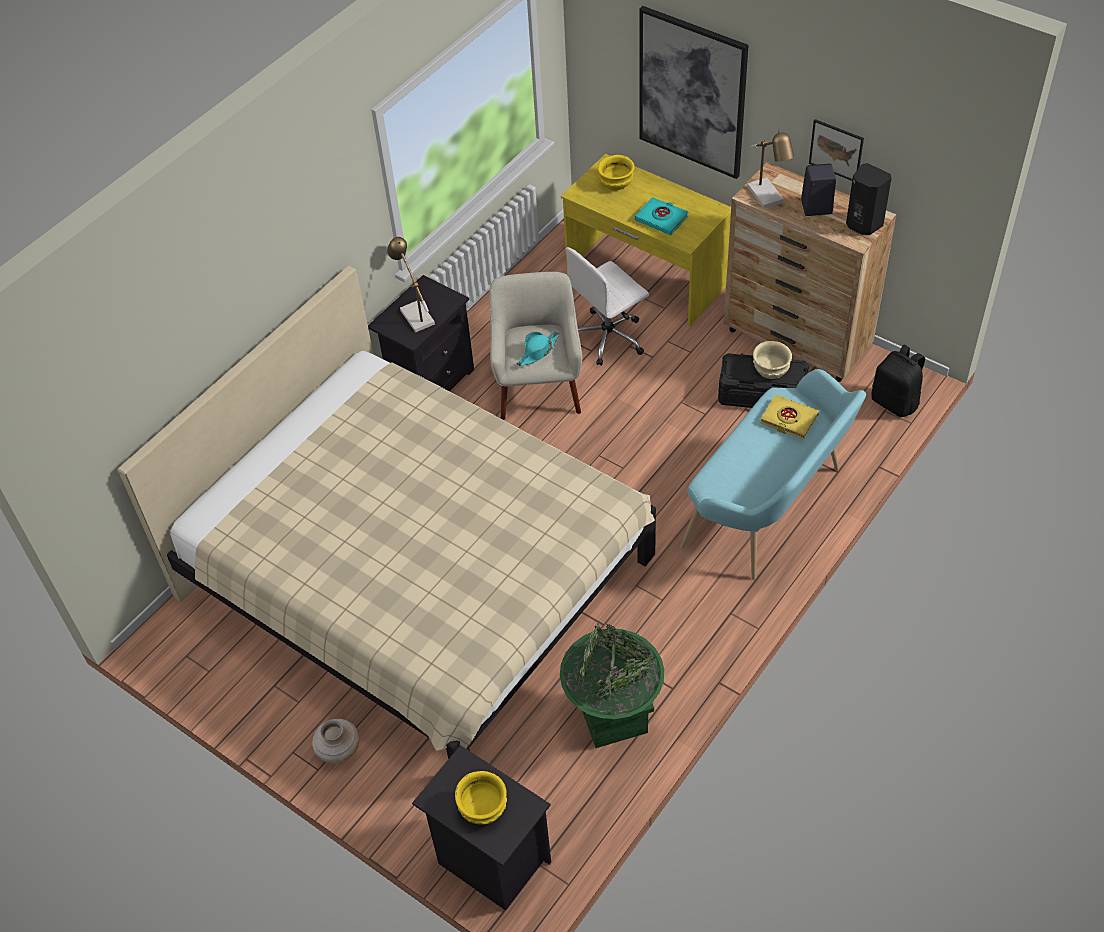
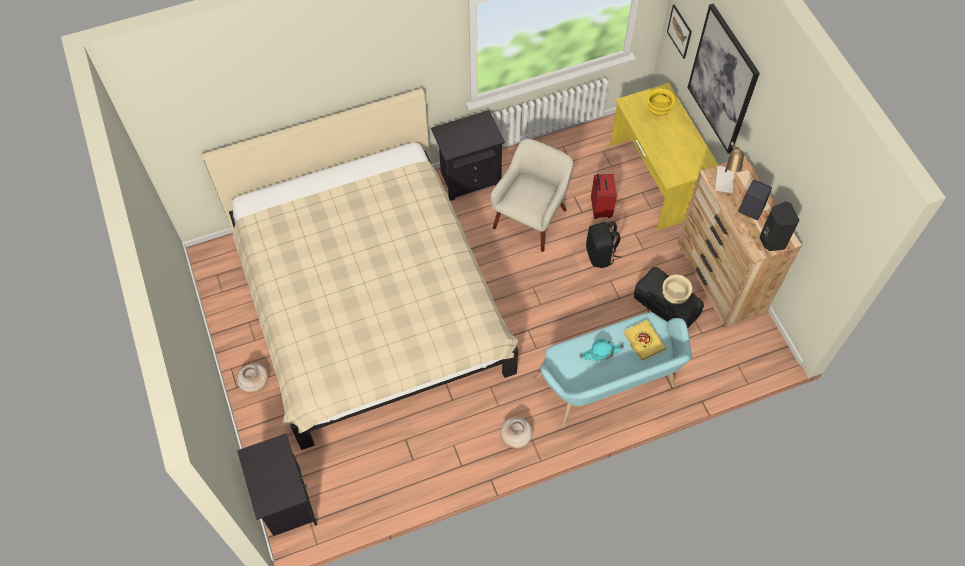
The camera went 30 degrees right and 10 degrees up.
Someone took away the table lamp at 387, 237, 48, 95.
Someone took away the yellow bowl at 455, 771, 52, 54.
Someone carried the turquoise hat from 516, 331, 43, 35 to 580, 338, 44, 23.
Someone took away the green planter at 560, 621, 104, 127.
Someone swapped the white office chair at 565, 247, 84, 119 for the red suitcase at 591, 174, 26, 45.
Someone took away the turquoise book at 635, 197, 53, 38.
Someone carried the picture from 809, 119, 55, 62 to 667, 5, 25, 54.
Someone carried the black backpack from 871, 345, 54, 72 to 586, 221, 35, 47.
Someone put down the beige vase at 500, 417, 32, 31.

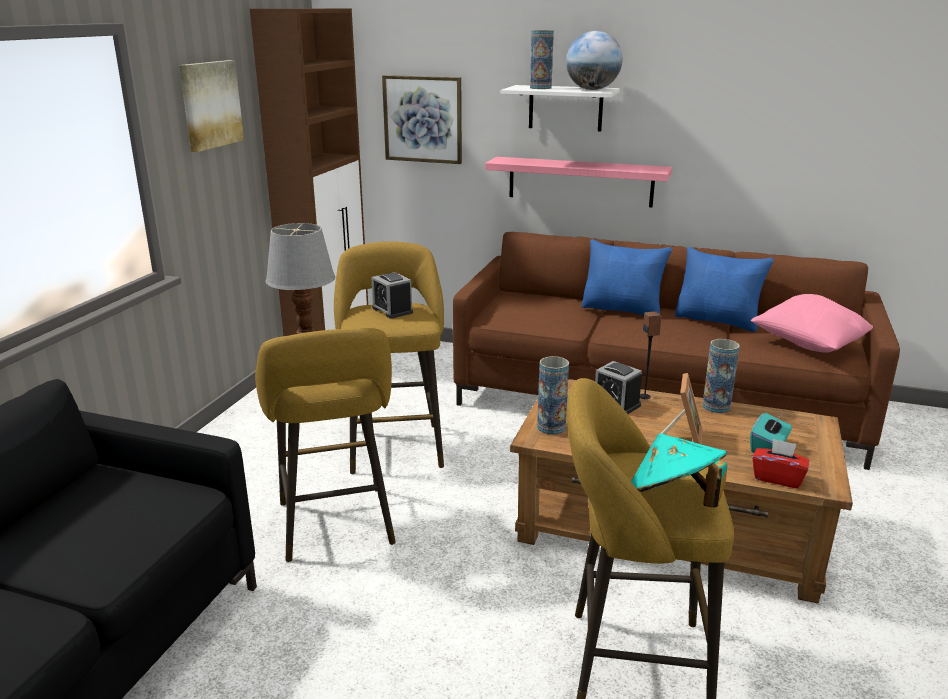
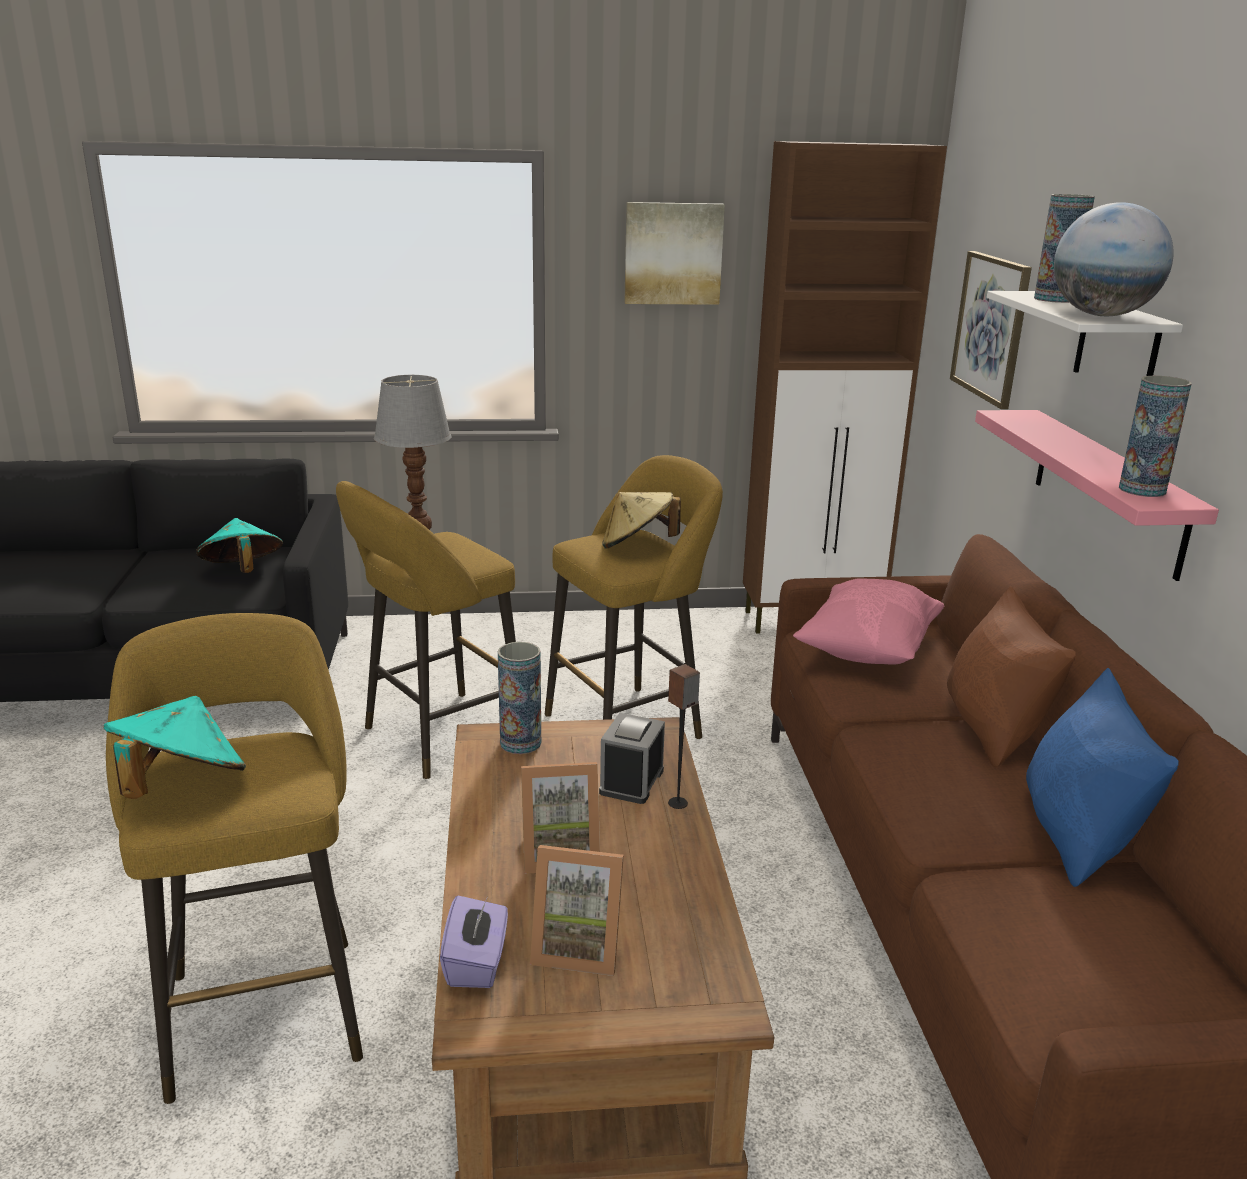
The camera went 65 degrees right and 0 degrees up.
Someone swapped the alarm clock at 371, 272, 42, 47 for the beige hat at 602, 492, 79, 57.
Someone repainted the blue pillow at 582, 240, 90, 76, which became the brown pillow at 947, 586, 129, 182.
Someone carried the vase from 702, 339, 38, 74 to 1119, 376, 72, 121.
Someone swapped the turquoise tissue box at 750, 413, 42, 40 for the picture frame at 530, 845, 94, 131.
Someone carried the pink pillow from 751, 294, 122, 59 to 793, 578, 151, 86.
Someone repainted the red tissue box at 752, 438, 57, 50, which became the purple tissue box at 440, 896, 68, 92.
Someone put down the turquoise hat at 196, 518, 87, 55.

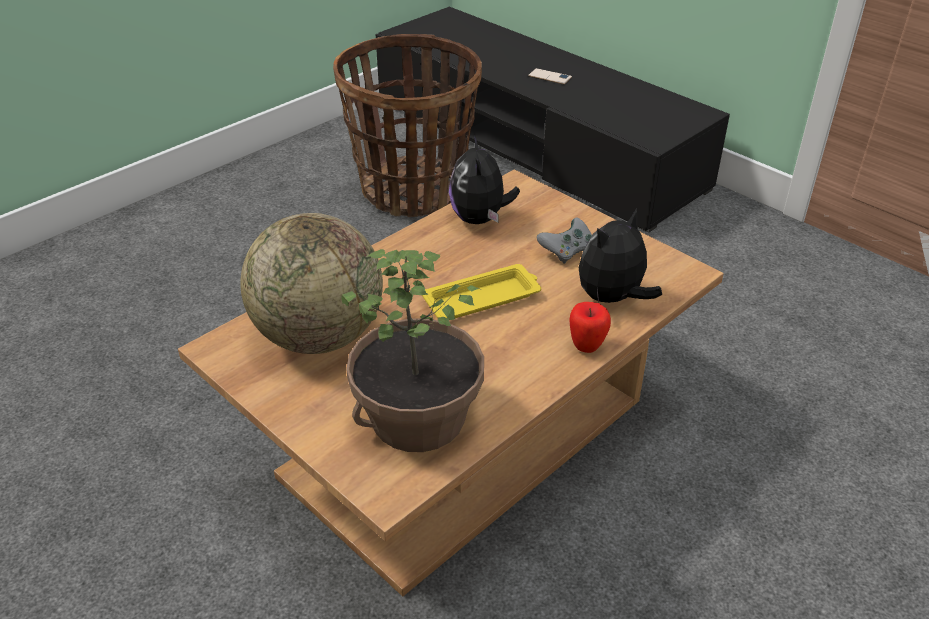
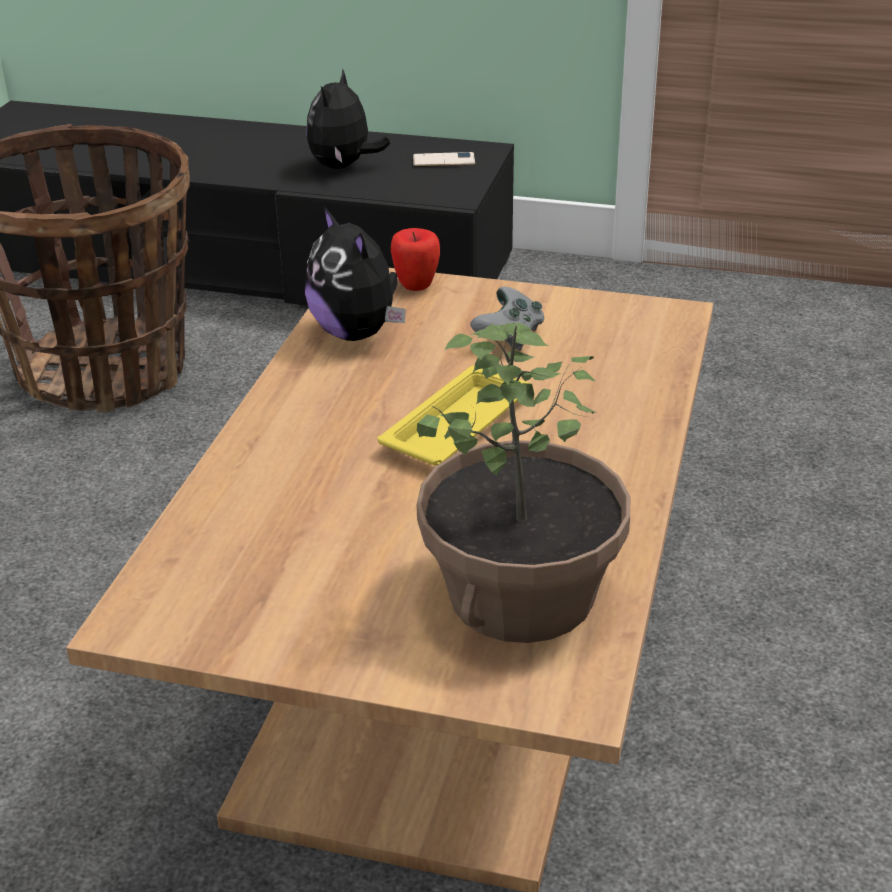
The camera went 30 degrees left and 5 degrees down.
Someone took away the globe at 240, 213, 143, 141.
Someone carried the phone from 528, 68, 44, 16 to 413, 152, 63, 15.
Someone carried the apple from 569, 302, 42, 51 to 391, 228, 49, 63.
Someone carried the plush toy from 579, 208, 83, 95 to 306, 69, 84, 100.

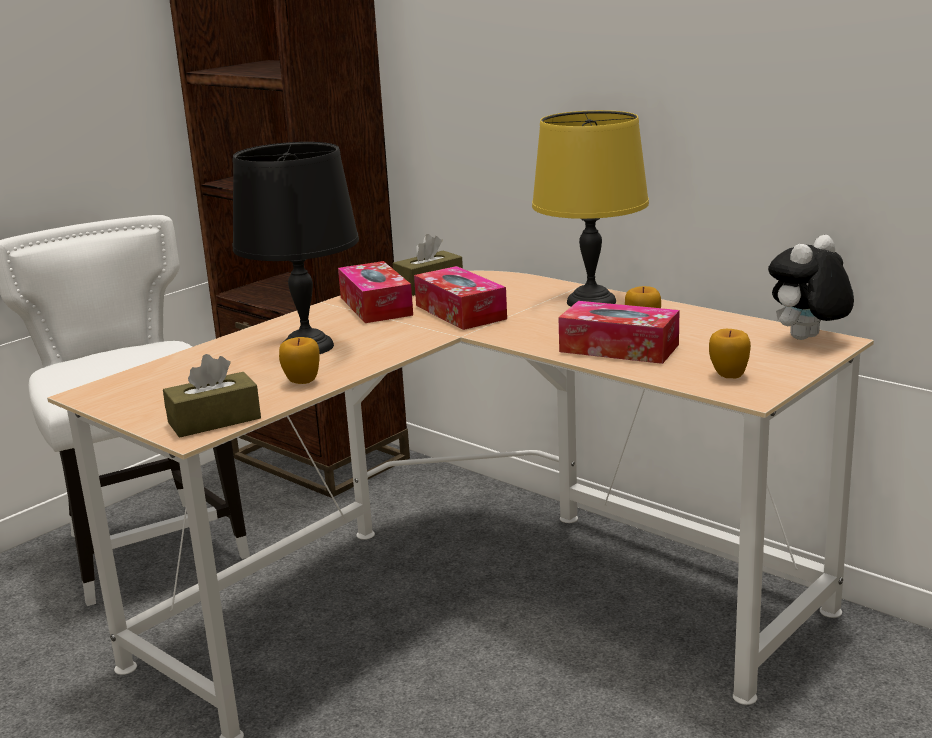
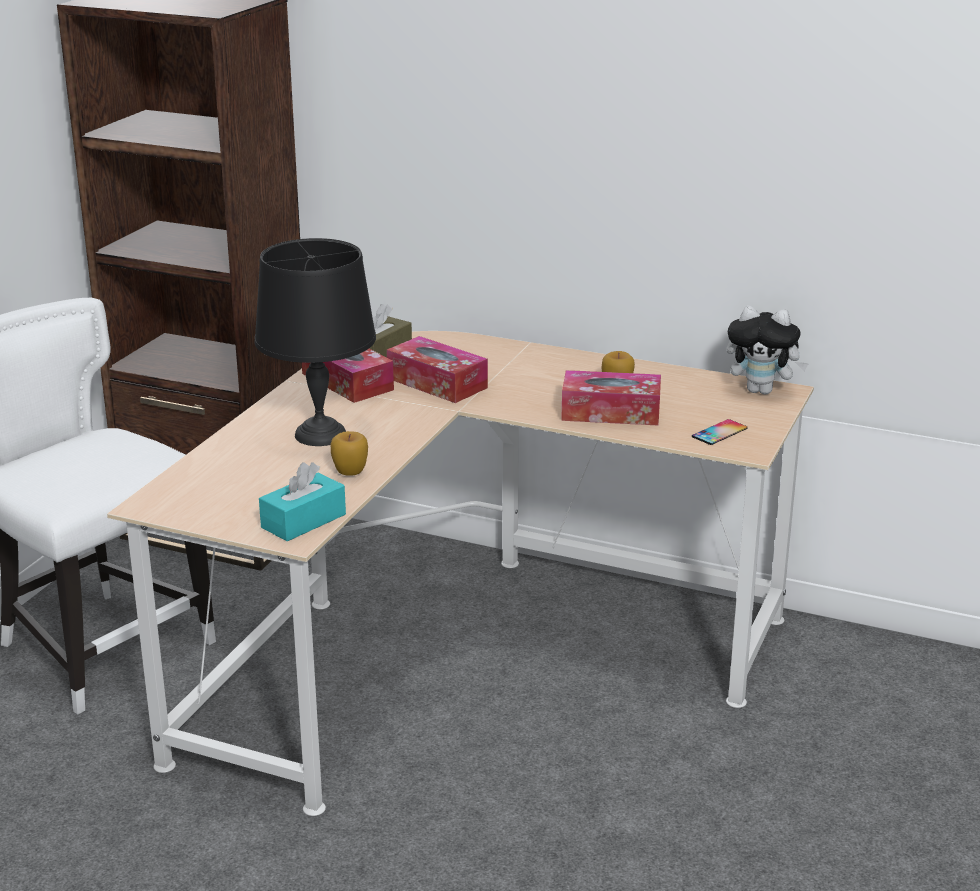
The camera went 20 degrees left and 5 degrees up.
Someone repainted the brown tissue box at 163, 354, 98, 83, which became the turquoise tissue box at 259, 462, 87, 79.
Someone took away the yellow table lamp at 532, 110, 117, 196.
Someone swapped the apple at 709, 329, 42, 50 for the phone at 692, 419, 56, 26.
Someone rotated the plush toy at 768, 235, 86, 105 by 105 degrees counterclockwise.

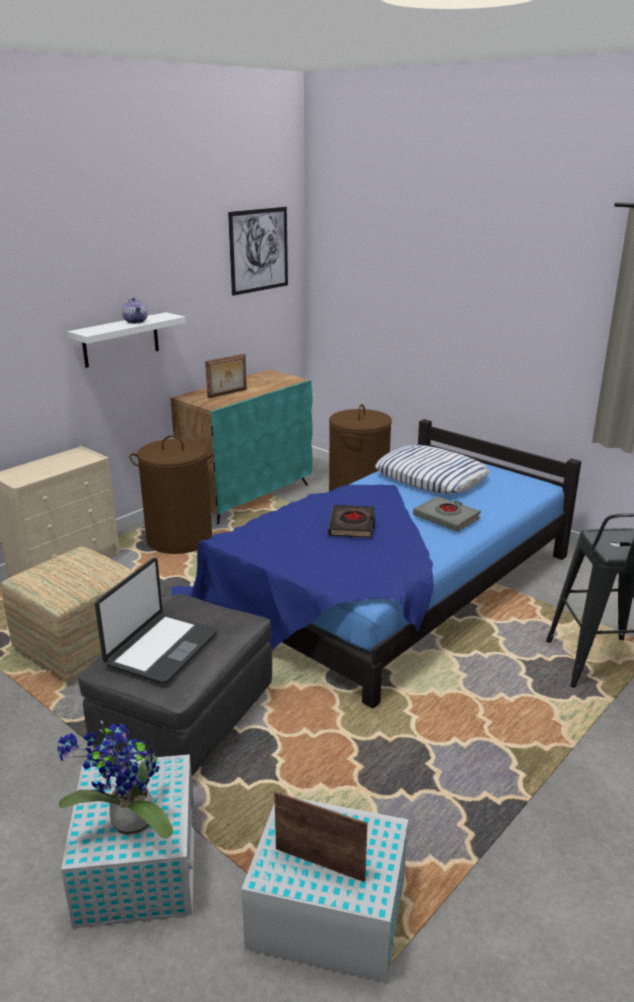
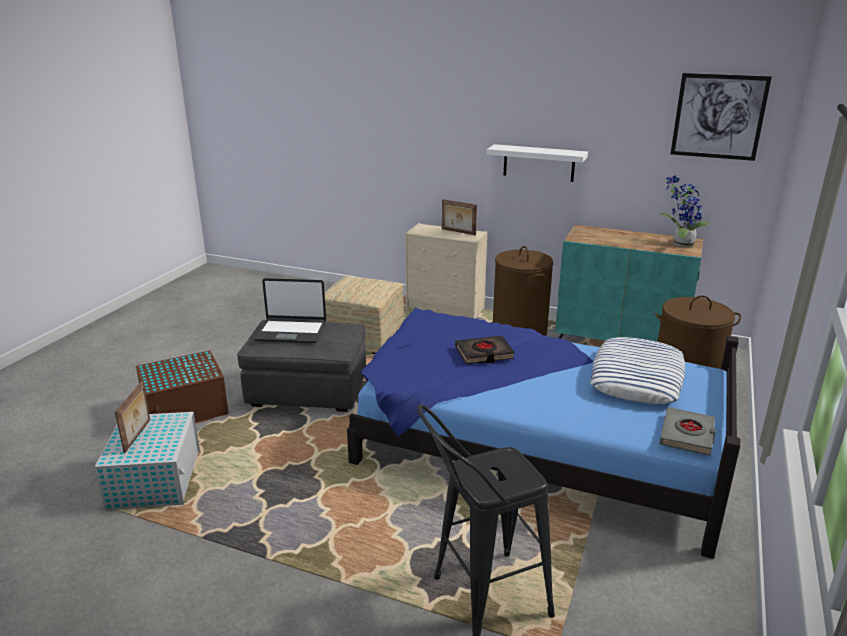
The camera went 70 degrees right and 0 degrees up.
Someone carried the potted plant from 57, 721, 116, 118 to 659, 175, 52, 72.
Someone repainted the white storage box at 61, 754, 134, 175, which became the brown storage box at 136, 350, 93, 73.
Someone took away the teapot at 122, 297, 25, 27.
Someone carried the picture frame from 205, 354, 42, 44 to 442, 199, 35, 36.
Someone carried the grey book from 413, 496, 68, 36 to 659, 407, 57, 49.

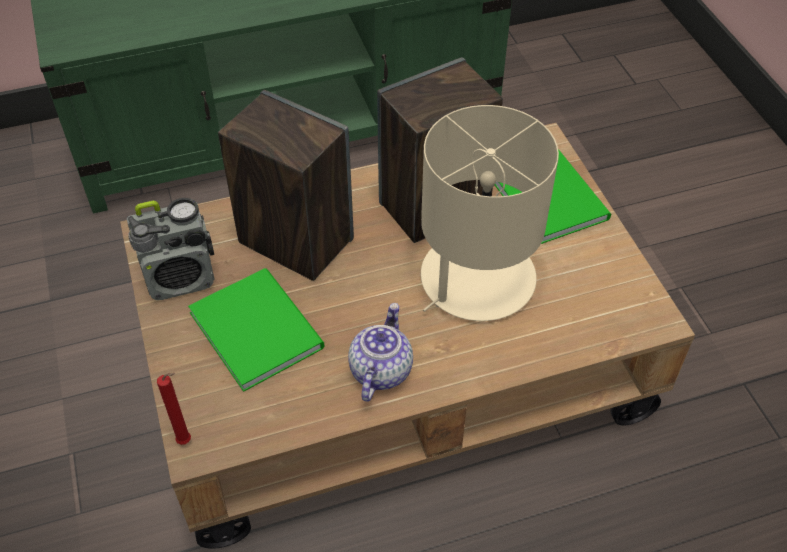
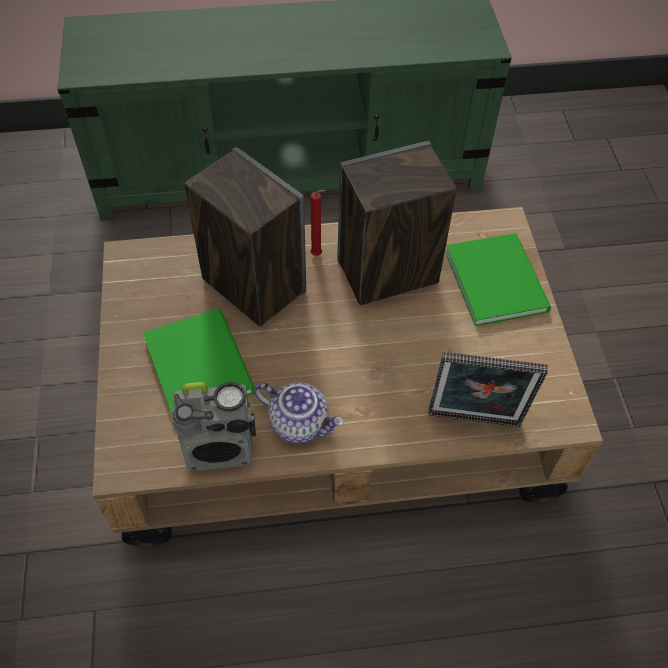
The camera went 10 degrees right and 5 degrees up.
Someone carried the radio from 127, 198, 88, 102 to 171, 382, 85, 89.
Someone carried the red candle from 157, 373, 34, 72 to 311, 190, 15, 66.
Someone rotated the teapot at 348, 303, 65, 99 by 90 degrees clockwise.
Someone took away the beige table lamp at 421, 105, 138, 216.
Someone put down the picture frame at 428, 352, 120, 75.

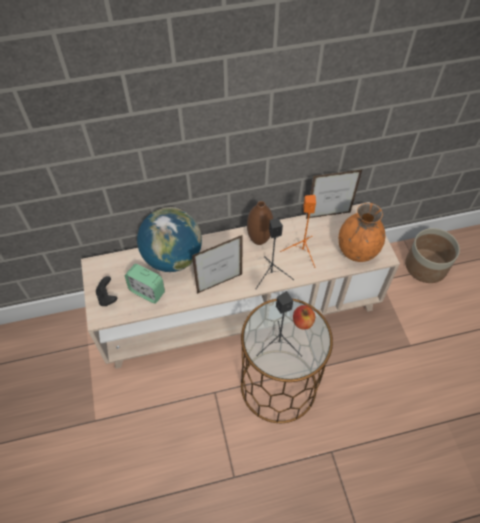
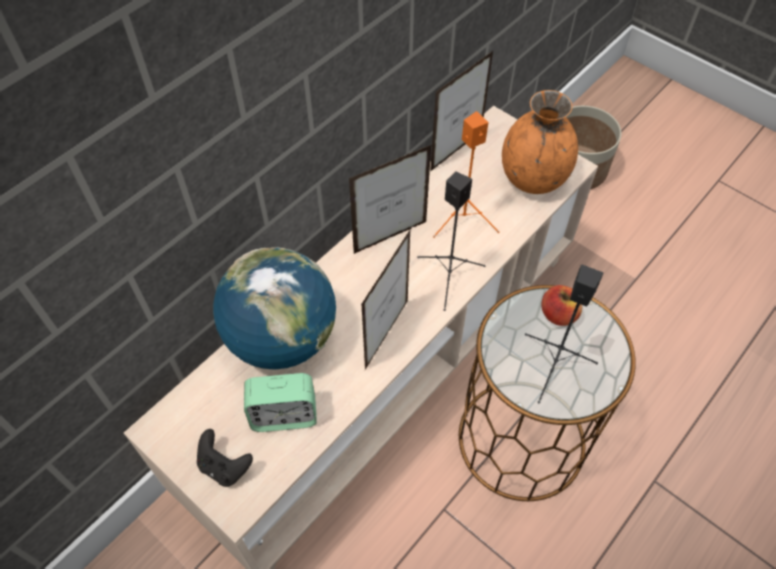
The camera went 35 degrees left and 0 degrees up.
Someone swapped the brown vase at 247, 201, 26, 44 for the picture frame at 349, 144, 83, 110.

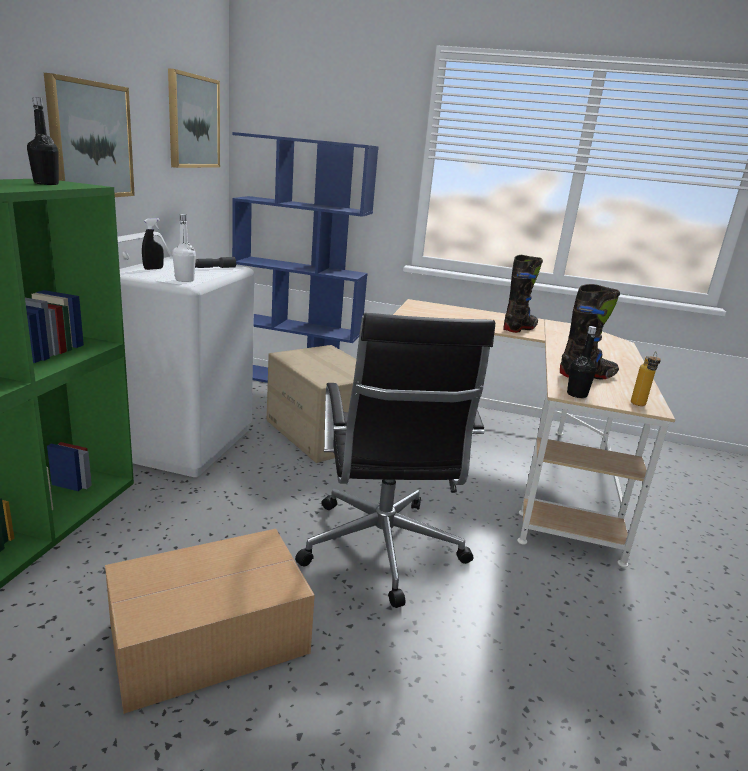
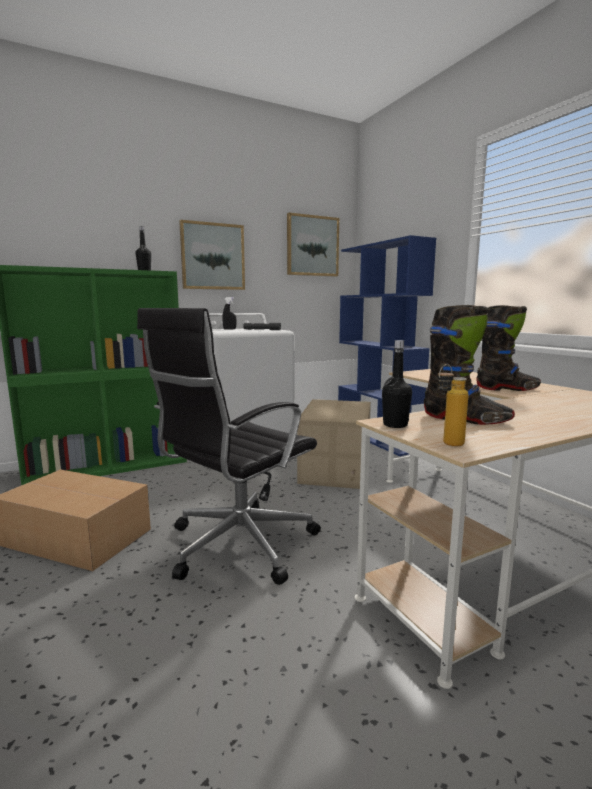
The camera went 50 degrees right and 10 degrees down.
Someone took away the white bottle at 172, 214, 24, 68.

